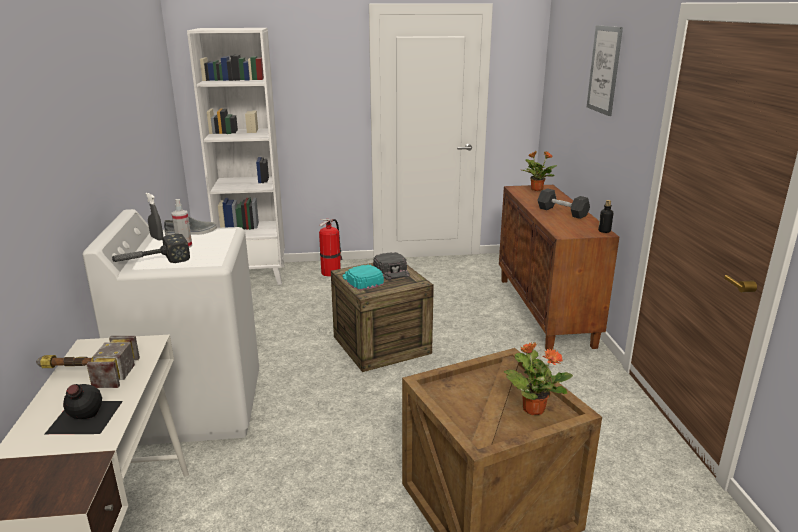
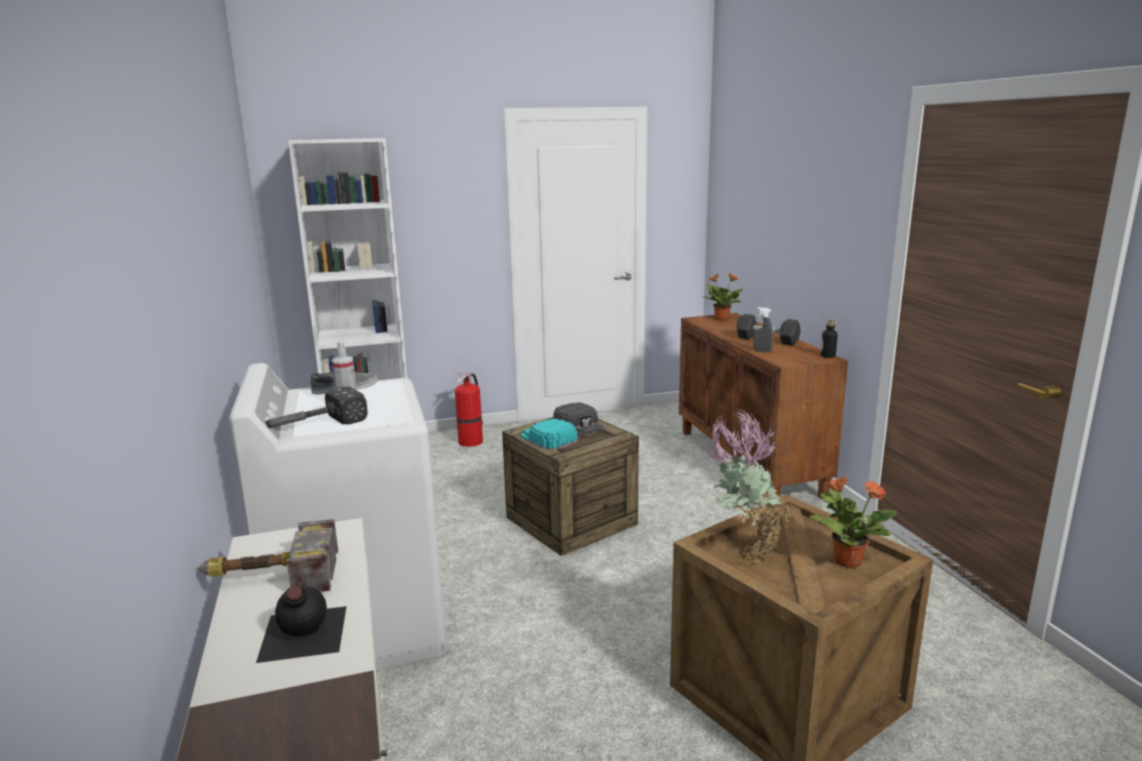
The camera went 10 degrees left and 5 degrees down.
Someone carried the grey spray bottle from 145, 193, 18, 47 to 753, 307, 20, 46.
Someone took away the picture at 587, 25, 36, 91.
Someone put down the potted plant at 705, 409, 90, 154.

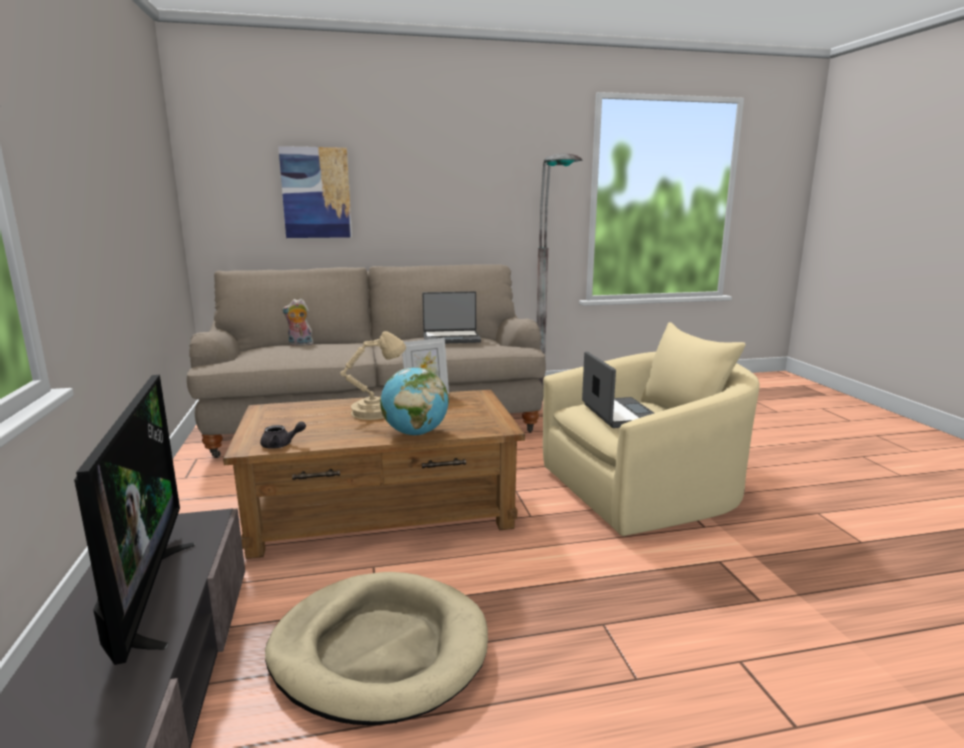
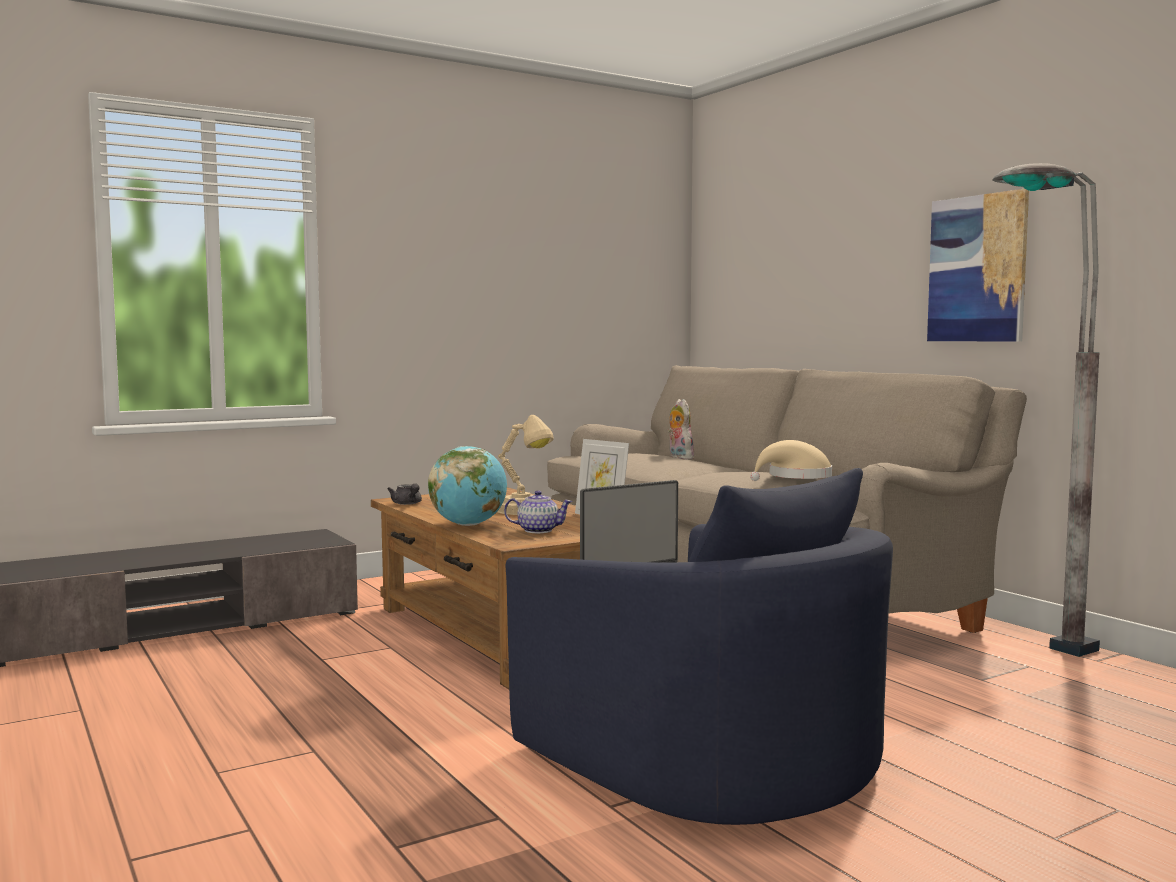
The camera went 70 degrees right and 10 degrees down.
Someone took away the television at 74, 375, 121, 290.
Someone took away the beige dog bed at 265, 572, 223, 153.
Someone carried the picture from 278, 146, 74, 92 to 927, 189, 102, 153.
Someone swapped the laptop at 422, 291, 59, 52 for the beige hat at 750, 440, 82, 41.
Someone repainted the beige armchair at 543, 322, 217, 214, which became the blue armchair at 506, 468, 387, 357.
Someone put down the teapot at 504, 490, 69, 43.

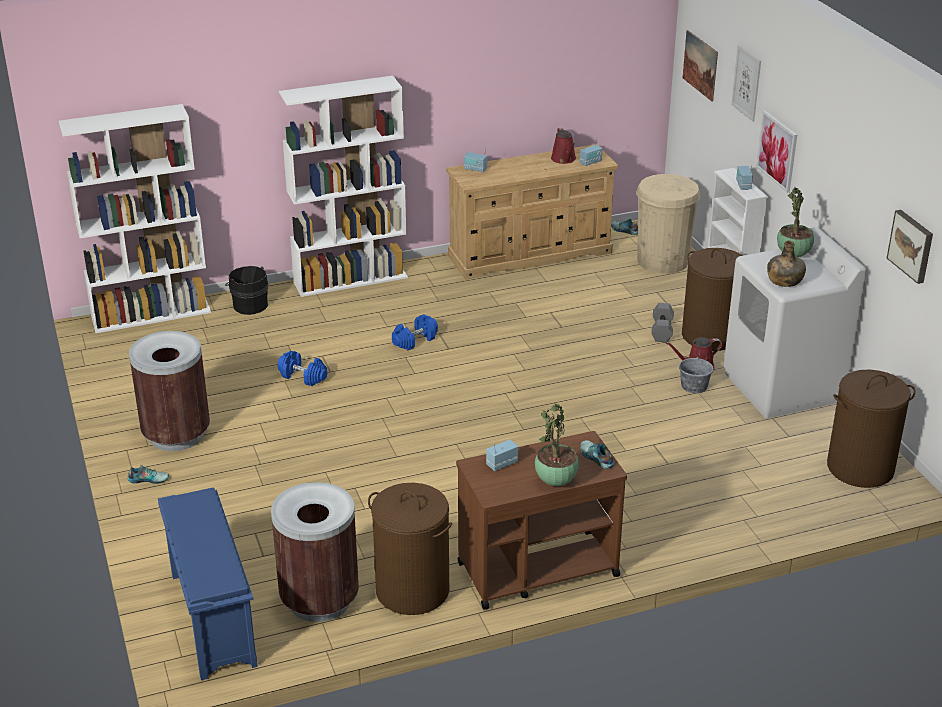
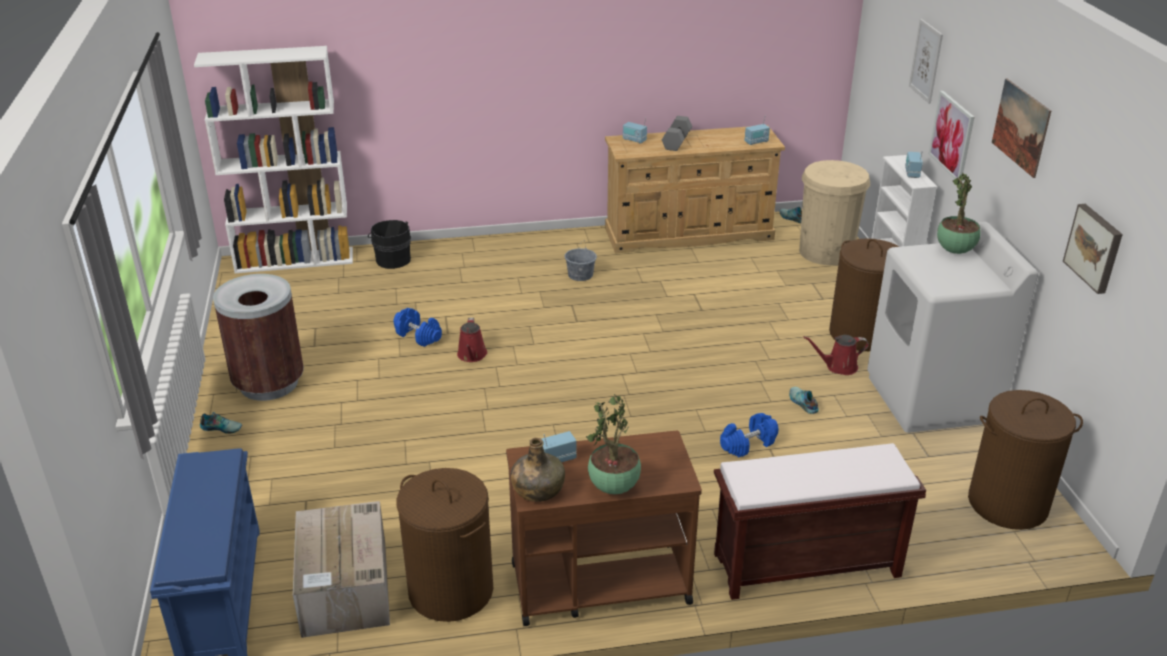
The camera went 10 degrees right and 0 degrees up.
Someone swapped the brown trash can at 271, 482, 88, 140 for the cardboard box at 293, 501, 97, 137.
Someone took away the white bookcase at 279, 76, 129, 221.
Someone carried the blue dumbbell from 392, 314, 46, 36 to 720, 413, 59, 44.
Someone carried the red watering can from 551, 128, 25, 36 to 457, 317, 30, 45.
Someone carried the shoe from 580, 440, 34, 29 to 789, 387, 30, 27.
Someone carried the grey dumbbell from 651, 303, 23, 39 to 662, 116, 30, 35.
Someone carried the grey bucket from 679, 351, 35, 42 to 564, 240, 33, 41.
Someone carried the picture from 683, 30, 35, 72 to 992, 79, 59, 99.
Someone carried the green bottle from 767, 240, 39, 47 to 511, 437, 54, 65.
Someone put down the brown bench at 714, 443, 212, 157.

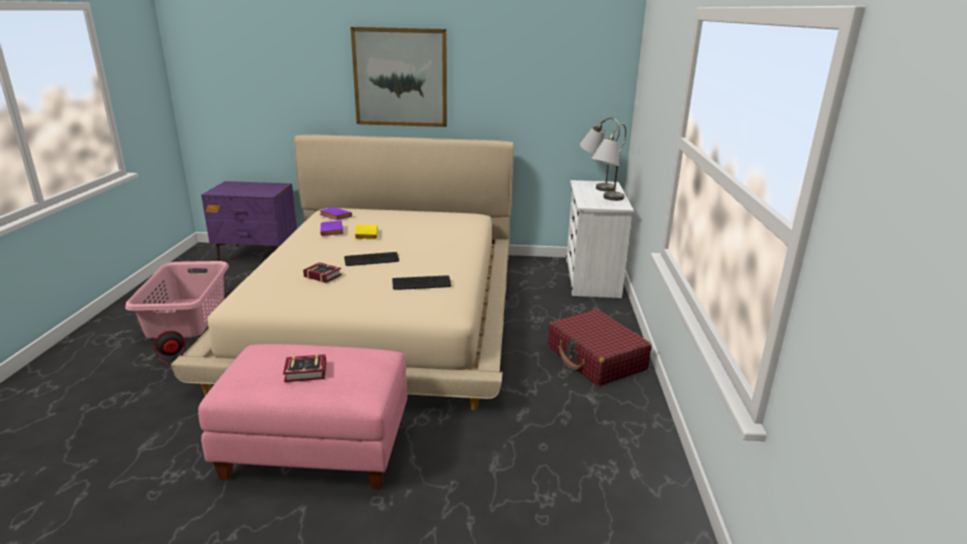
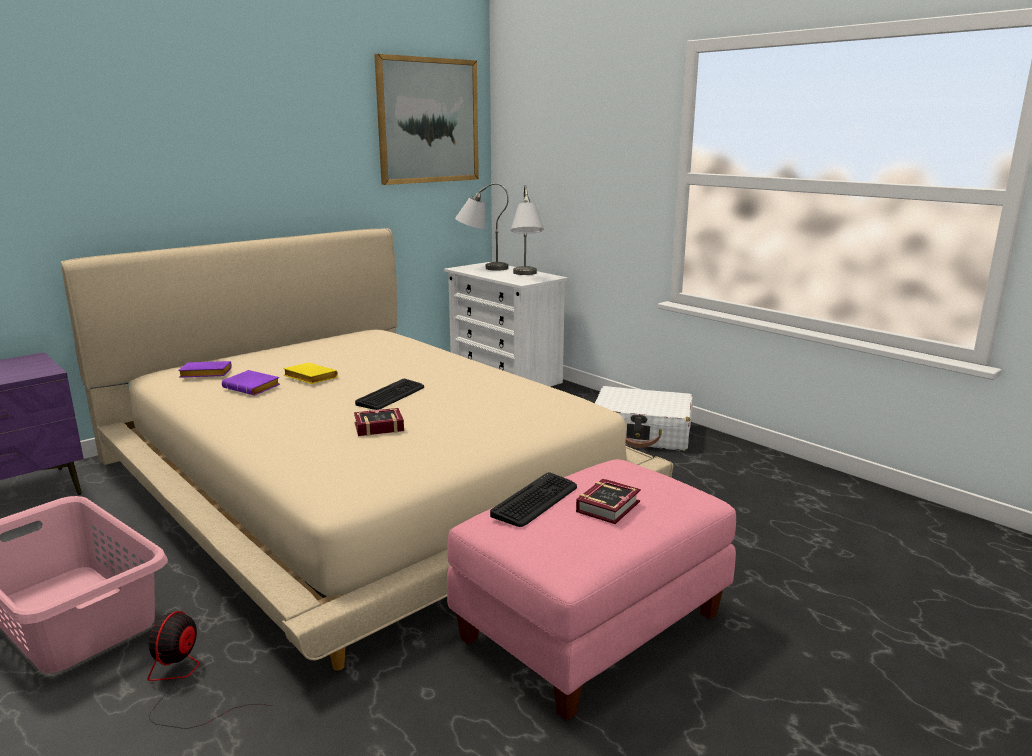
The camera went 45 degrees left and 5 degrees down.
Someone carried the picture from 351, 27, 96, 100 to 374, 54, 105, 131.
Someone carried the keyboard from 392, 275, 59, 15 to 490, 472, 87, 55.
Someone repainted the red suitcase at 548, 309, 104, 77, which became the white suitcase at 595, 386, 98, 65.

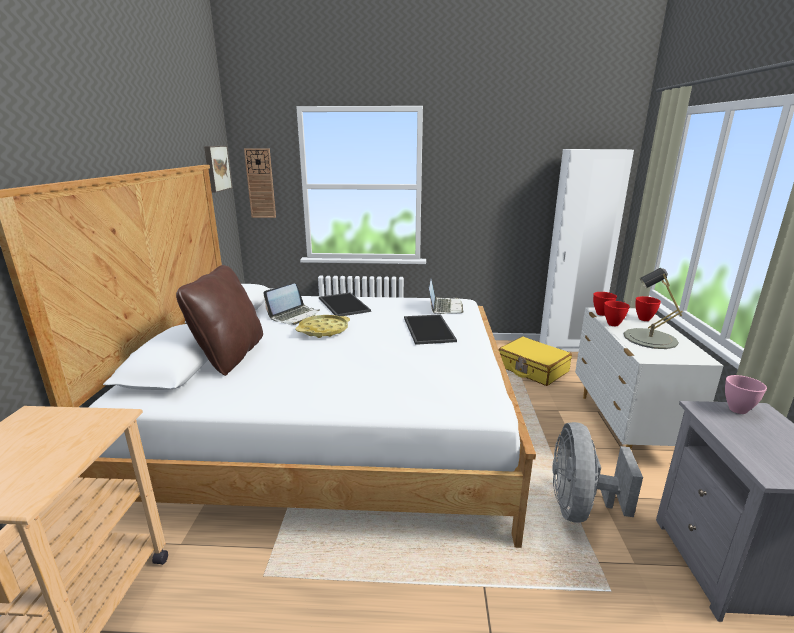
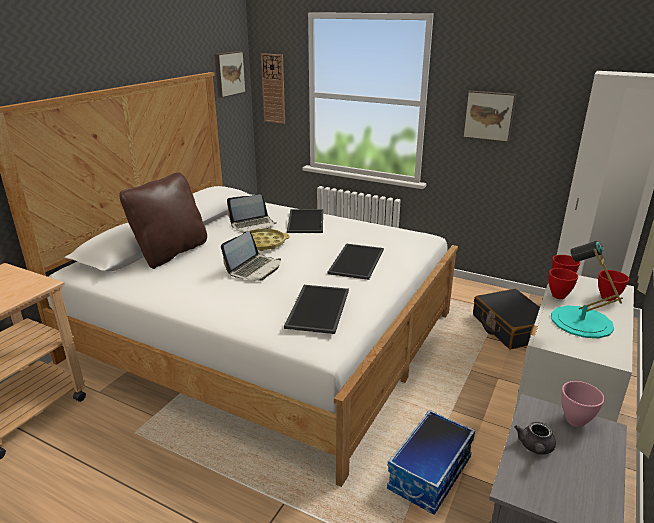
The camera went 25 degrees right and 5 degrees up.
Someone carried the laptop from 428, 279, 36, 35 to 221, 231, 60, 50.
Someone repainted the yellow suitcase at 499, 337, 73, 49, which became the black suitcase at 473, 289, 67, 61.
Someone swapped the grey fan at 552, 422, 91, 100 for the storage box at 387, 410, 88, 105.
Someone repainted the grey table lamp at 624, 268, 59, 81, which became the turquoise table lamp at 551, 241, 72, 97.
Someone put down the tray at 284, 285, 65, 49.
Someone put up the picture at 463, 91, 53, 51.
Someone put down the grey teapot at 514, 421, 42, 34.

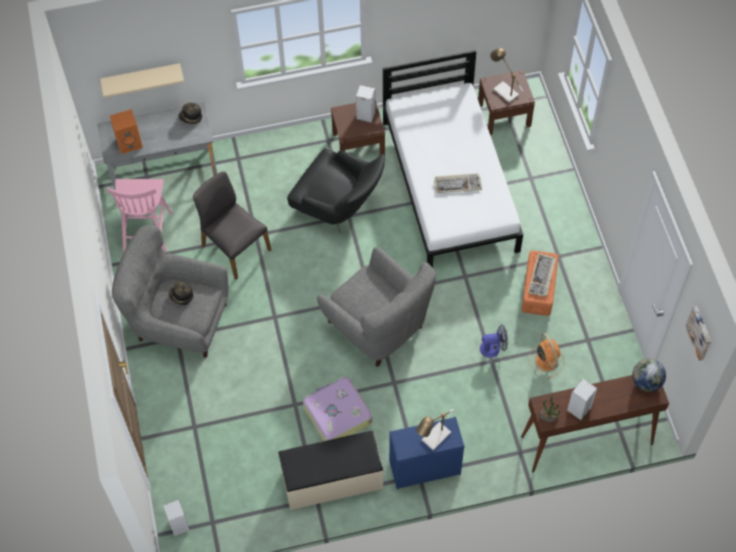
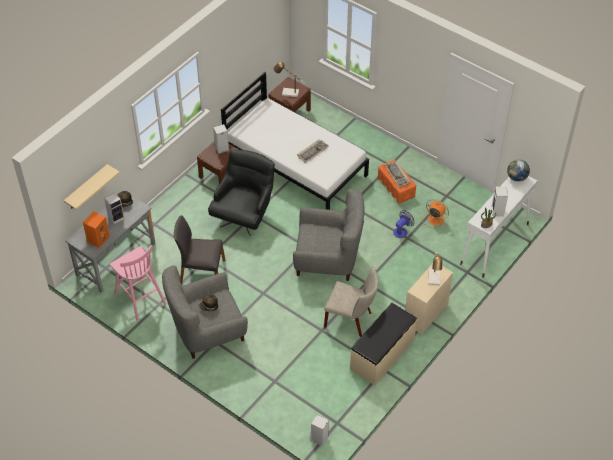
The camera went 40 degrees left and 10 degrees down.
Someone rotated the black armchair at 287, 148, 98, 85 by 60 degrees counterclockwise.
Someone swapped the suitcase at 303, 377, 69, 64 for the beige chair at 324, 266, 54, 71.
Someone repainted the blue dresser at 389, 417, 75, 72, which became the beige dresser at 405, 264, 48, 70.
Someone repainted the brown console table at 521, 375, 148, 97, which became the white console table at 460, 176, 77, 102.
Someone took away the picture at 686, 306, 26, 55.
Someone put down the speaker at 104, 193, 20, 31.

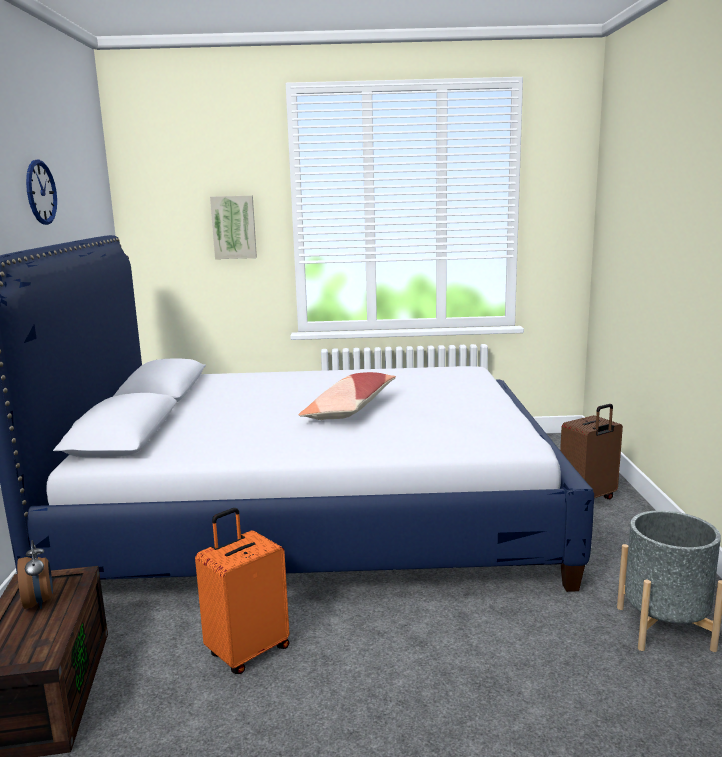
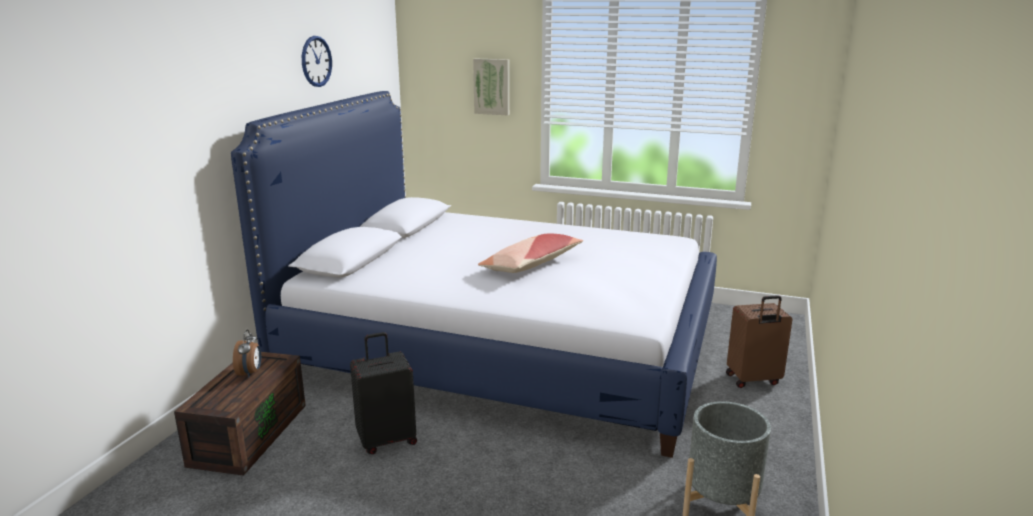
The camera went 20 degrees right and 5 degrees up.
Someone repainted the orange suitcase at 195, 508, 95, 166, which became the black suitcase at 350, 332, 67, 122.

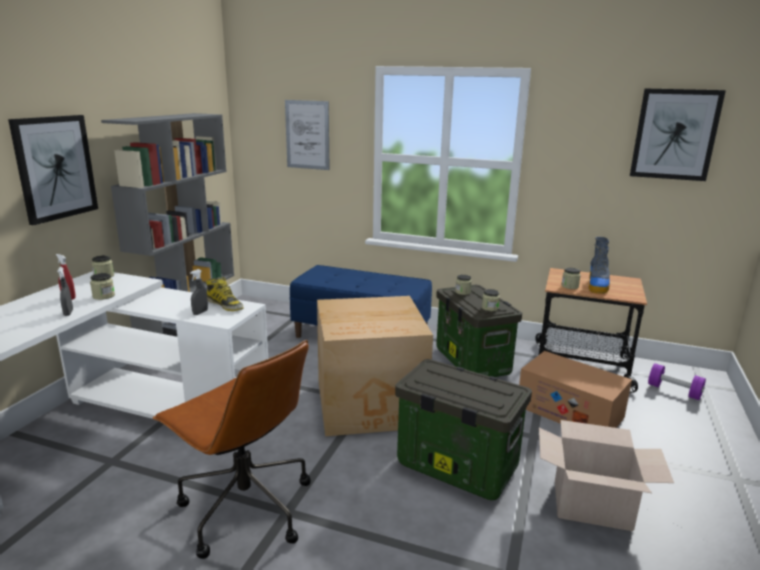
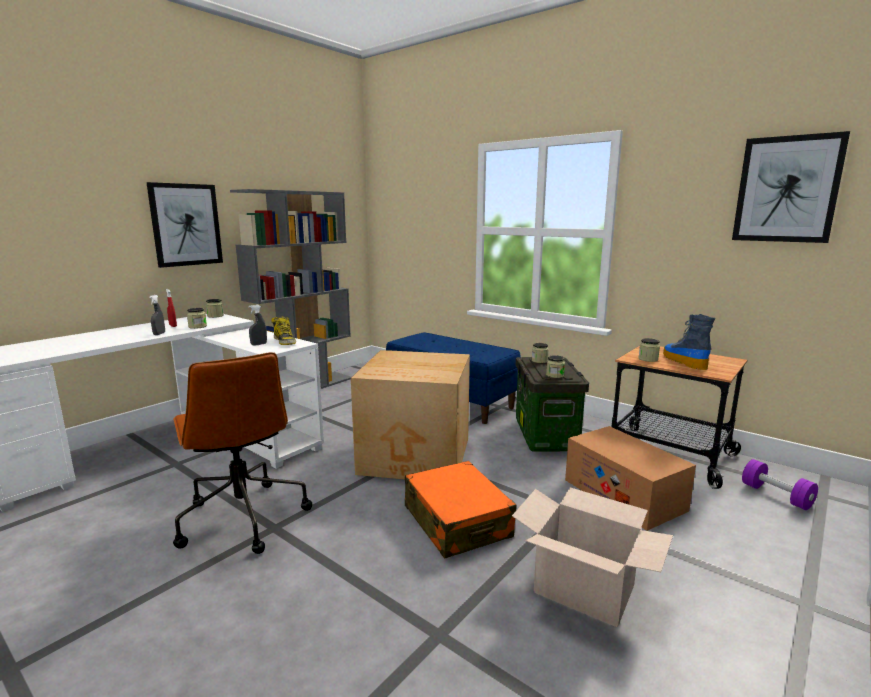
The camera went 20 degrees right and 5 degrees down.
Someone took away the picture at 285, 100, 44, 70.
Someone swapped the storage box at 395, 359, 137, 141 for the orange suitcase at 405, 461, 111, 98.
Someone rotated the boot at 588, 237, 22, 57 by 135 degrees clockwise.

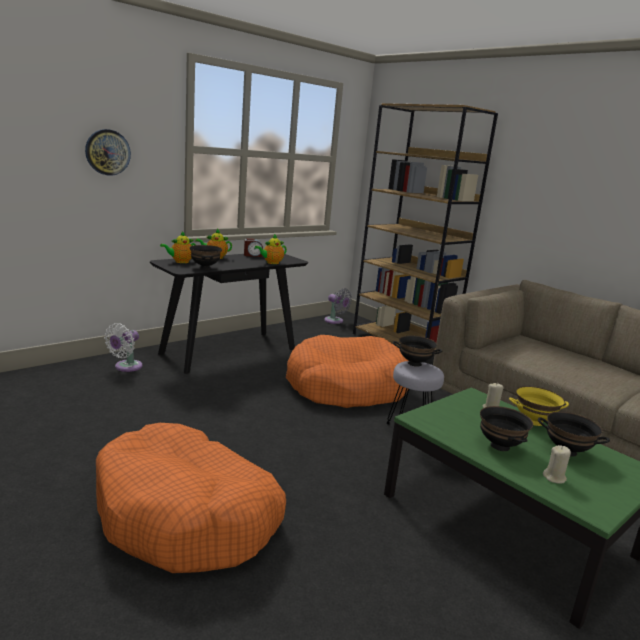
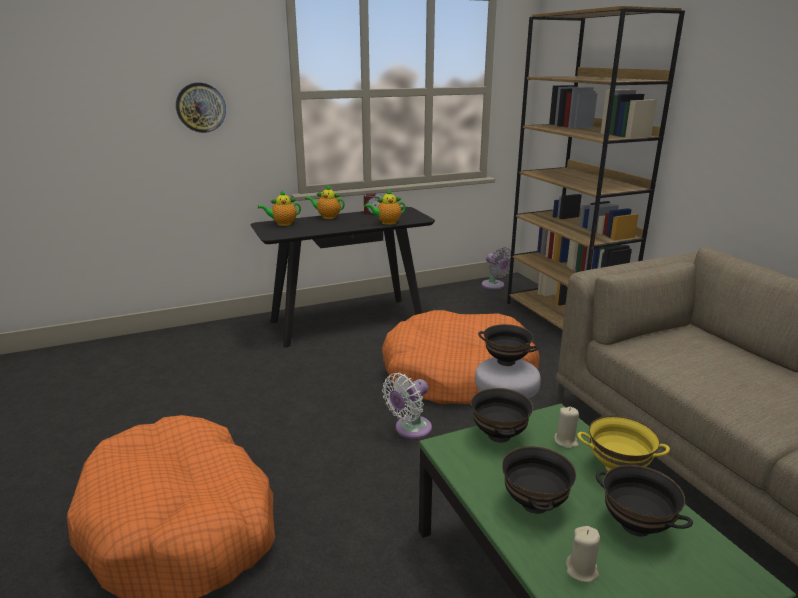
The camera went 20 degrees right and 5 degrees up.
Someone carried the white fan from 104, 323, 39, 49 to 382, 373, 50, 66.
Someone carried the black bowl from 189, 245, 33, 24 to 471, 388, 62, 55.

